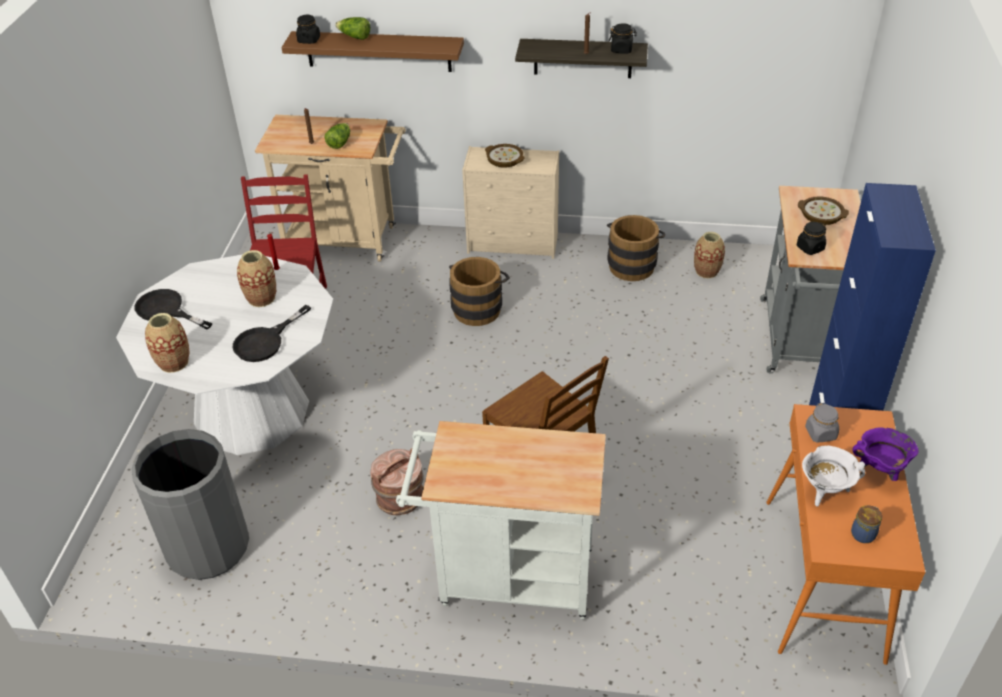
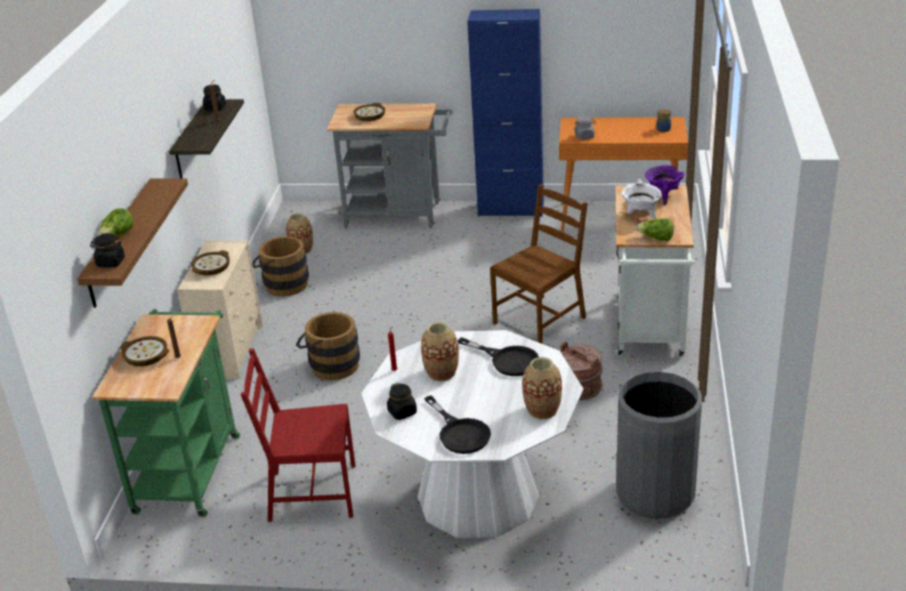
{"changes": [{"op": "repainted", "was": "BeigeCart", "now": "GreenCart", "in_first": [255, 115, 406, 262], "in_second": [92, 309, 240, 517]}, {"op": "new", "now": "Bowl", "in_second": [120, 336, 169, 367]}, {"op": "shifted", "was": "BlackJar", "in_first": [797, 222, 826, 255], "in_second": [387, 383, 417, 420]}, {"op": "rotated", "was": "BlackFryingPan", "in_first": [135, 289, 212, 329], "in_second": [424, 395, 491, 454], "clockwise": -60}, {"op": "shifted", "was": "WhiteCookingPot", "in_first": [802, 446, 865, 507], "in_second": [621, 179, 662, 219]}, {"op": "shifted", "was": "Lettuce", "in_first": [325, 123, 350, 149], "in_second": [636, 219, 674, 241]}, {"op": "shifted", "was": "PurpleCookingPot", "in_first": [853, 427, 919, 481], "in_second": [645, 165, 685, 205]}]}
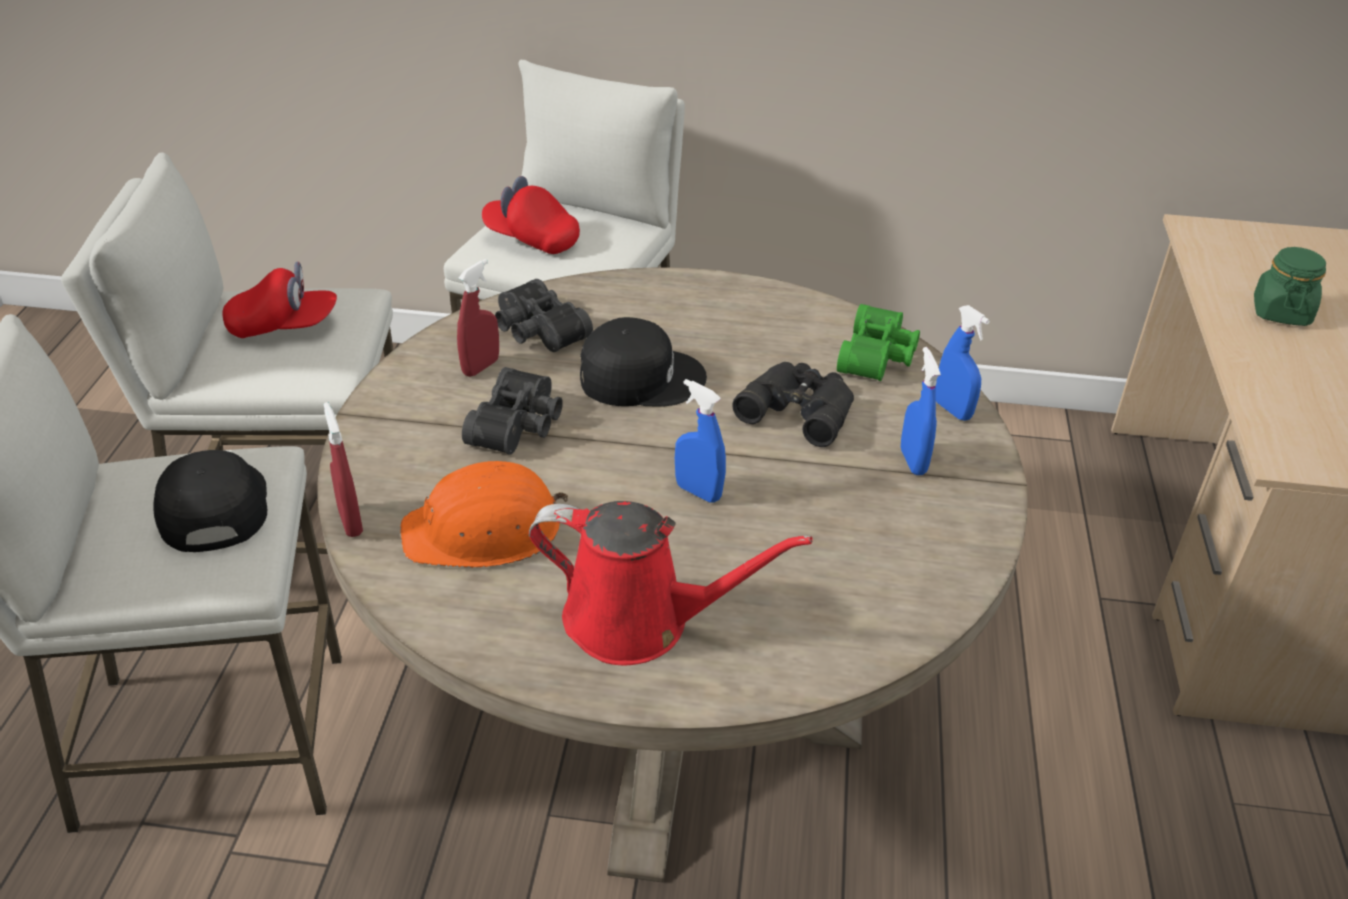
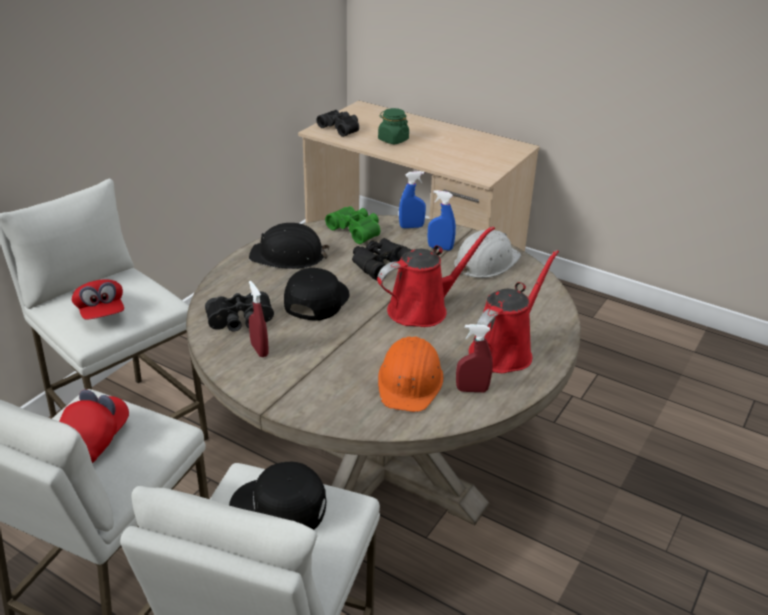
{"changes": [{"op": "rotated", "was": "RedCap", "in_first": [482, 176, 580, 254], "in_second": [72, 279, 124, 319], "clockwise": -75}, {"op": "new", "now": "BlackHardHat", "in_second": [249, 223, 329, 269]}, {"op": "shifted", "was": "BlackBinoculars", "in_first": [462, 367, 563, 455], "in_second": [317, 110, 359, 137]}, {"op": "swapped", "was": "BlueSprayBottle", "now": "RedWateringCan", "in_first": [675, 379, 726, 503], "in_second": [377, 226, 495, 327]}, {"op": "new", "now": "WhiteHardHat", "in_second": [454, 230, 521, 278]}, {"op": "shifted", "was": "RedSprayBottle", "in_first": [324, 402, 363, 537], "in_second": [456, 324, 493, 392]}]}
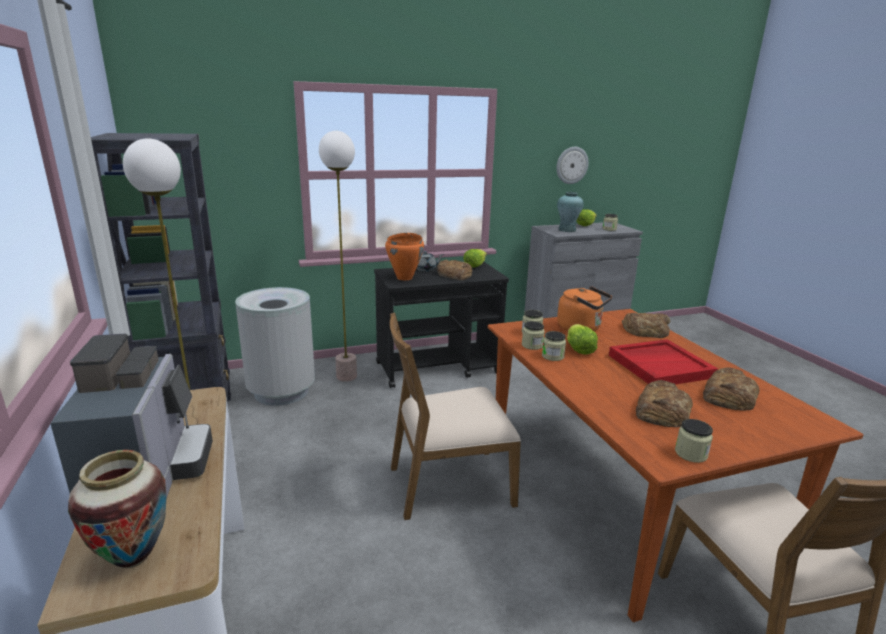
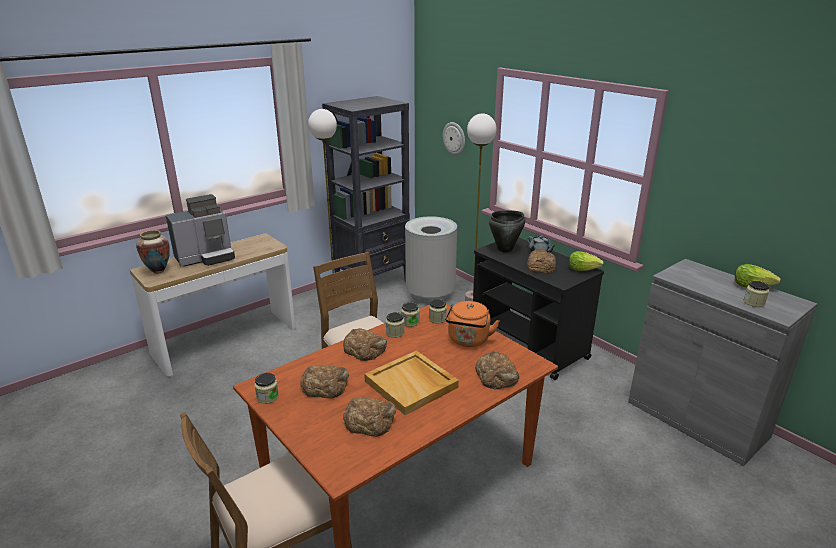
{"changes": [{"op": "new", "now": "Bread", "in_second": [343, 328, 387, 361]}, {"op": "repainted", "was": "RedTray", "now": "BeigeTray", "in_first": [609, 339, 718, 384], "in_second": [364, 350, 459, 415]}, {"op": "shifted", "was": "WallClock", "in_first": [556, 147, 589, 184], "in_second": [443, 122, 465, 155]}, {"op": "repainted", "was": "OrangeCookingPot", "now": "BlackCookingPot", "in_first": [385, 233, 424, 280], "in_second": [489, 210, 525, 253]}, {"op": "gone", "was": "TurquoiseVase", "in_first": [557, 192, 584, 232]}, {"op": "gone", "was": "Lettuce", "in_first": [567, 324, 598, 355]}]}
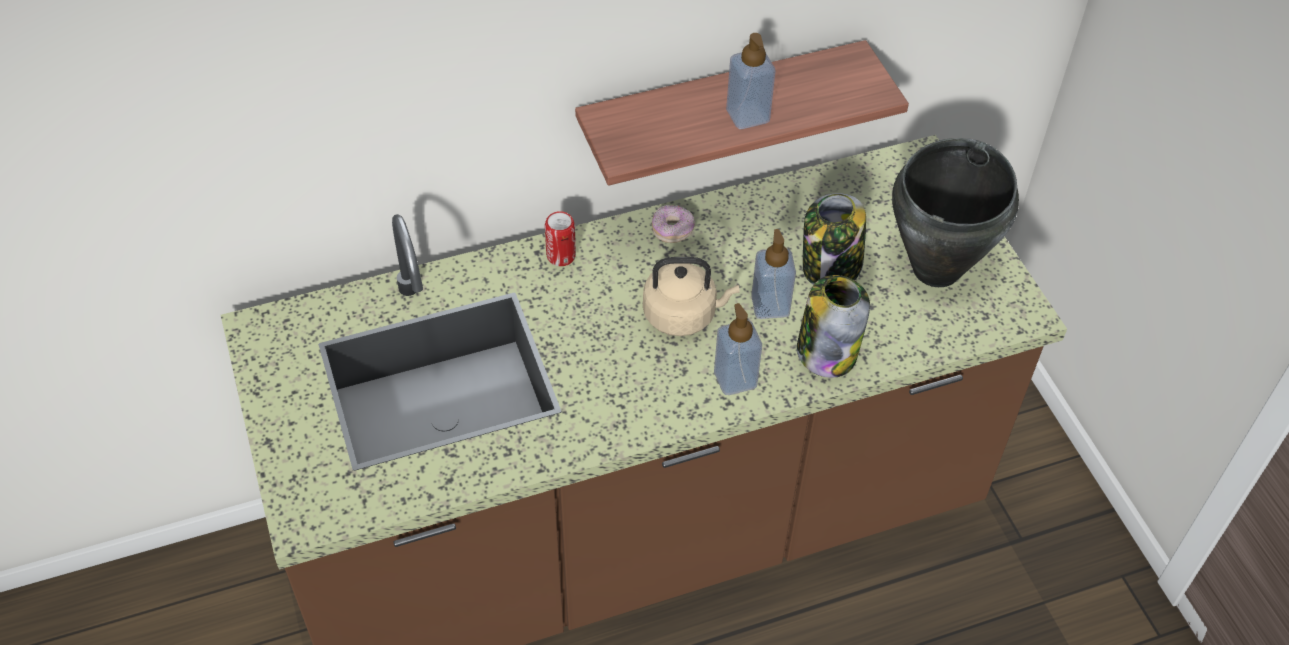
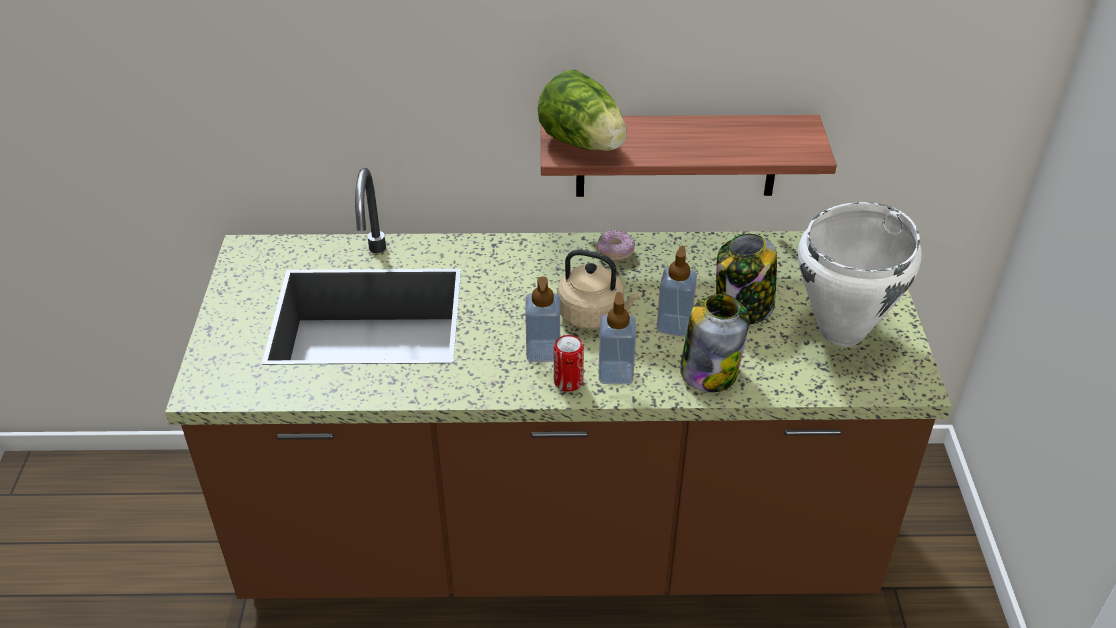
{"changes": [{"op": "shifted", "was": "SoapDispenser", "in_first": [726, 33, 775, 129], "in_second": [525, 276, 560, 362]}, {"op": "new", "now": "Lettuce", "in_second": [538, 70, 627, 151]}, {"op": "shifted", "was": "Can", "in_first": [545, 211, 576, 266], "in_second": [554, 335, 584, 391]}, {"op": "repainted", "was": "BlackCookingPot", "now": "WhiteCookingPot", "in_first": [892, 138, 1019, 287], "in_second": [798, 202, 922, 346]}]}
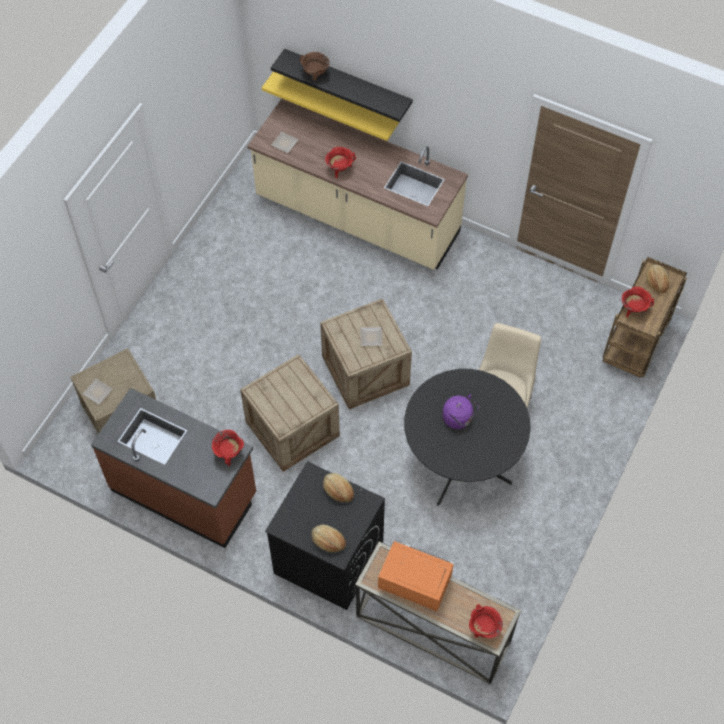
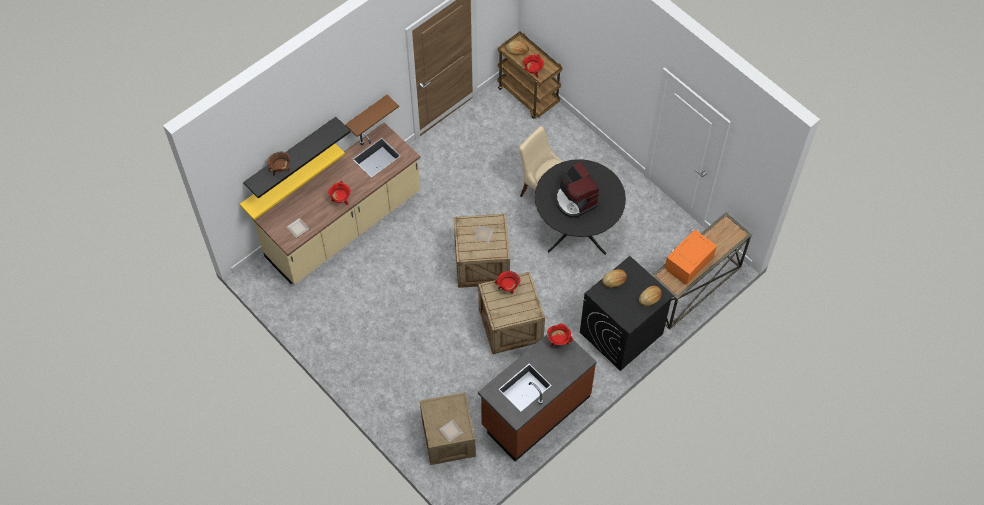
{"changes": [{"op": "new", "now": "BrownShelf", "in_second": [345, 95, 399, 137]}, {"op": "shifted", "was": "RedCookingPot", "in_first": [469, 604, 503, 638], "in_second": [495, 271, 520, 293]}, {"op": "swapped", "was": "PurpleKettle", "now": "CoffeeMachine", "in_first": [443, 394, 480, 429], "in_second": [555, 162, 599, 218]}]}
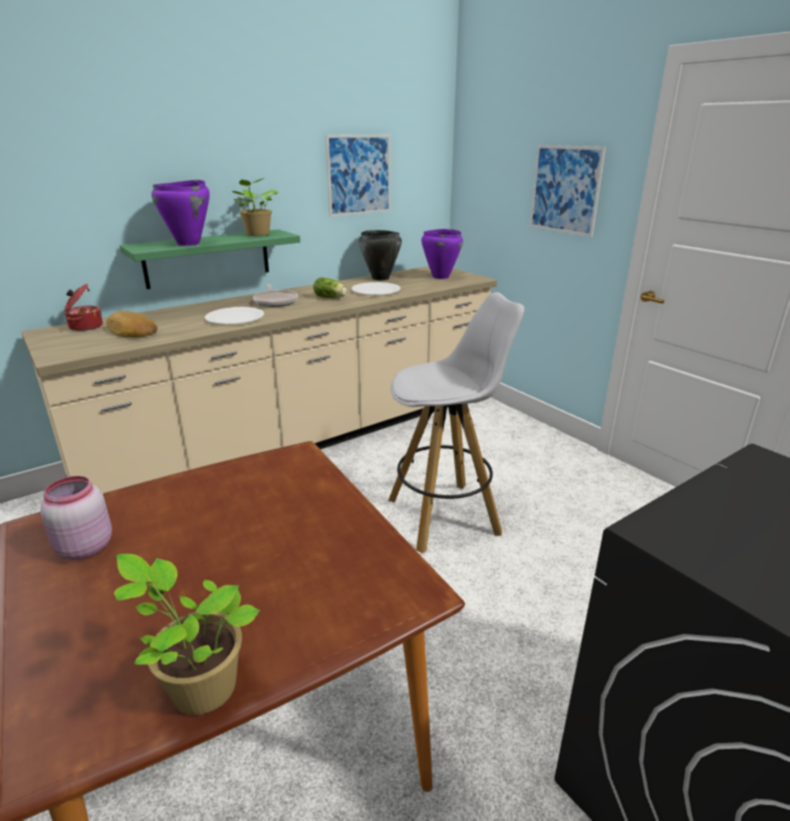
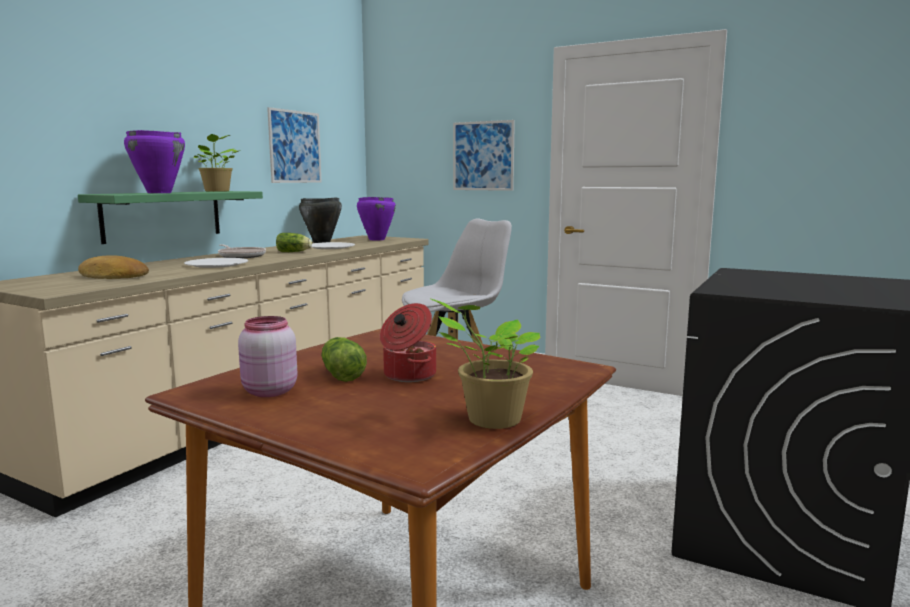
{"changes": [{"op": "new", "now": "Lettuce", "in_second": [321, 337, 367, 382]}, {"op": "shifted", "was": "CookingPot", "in_first": [64, 284, 103, 331], "in_second": [380, 303, 436, 382]}]}
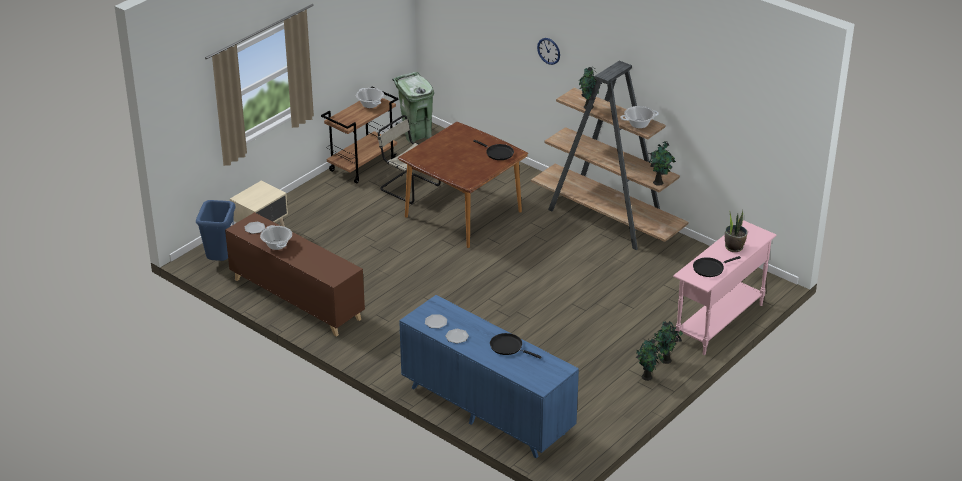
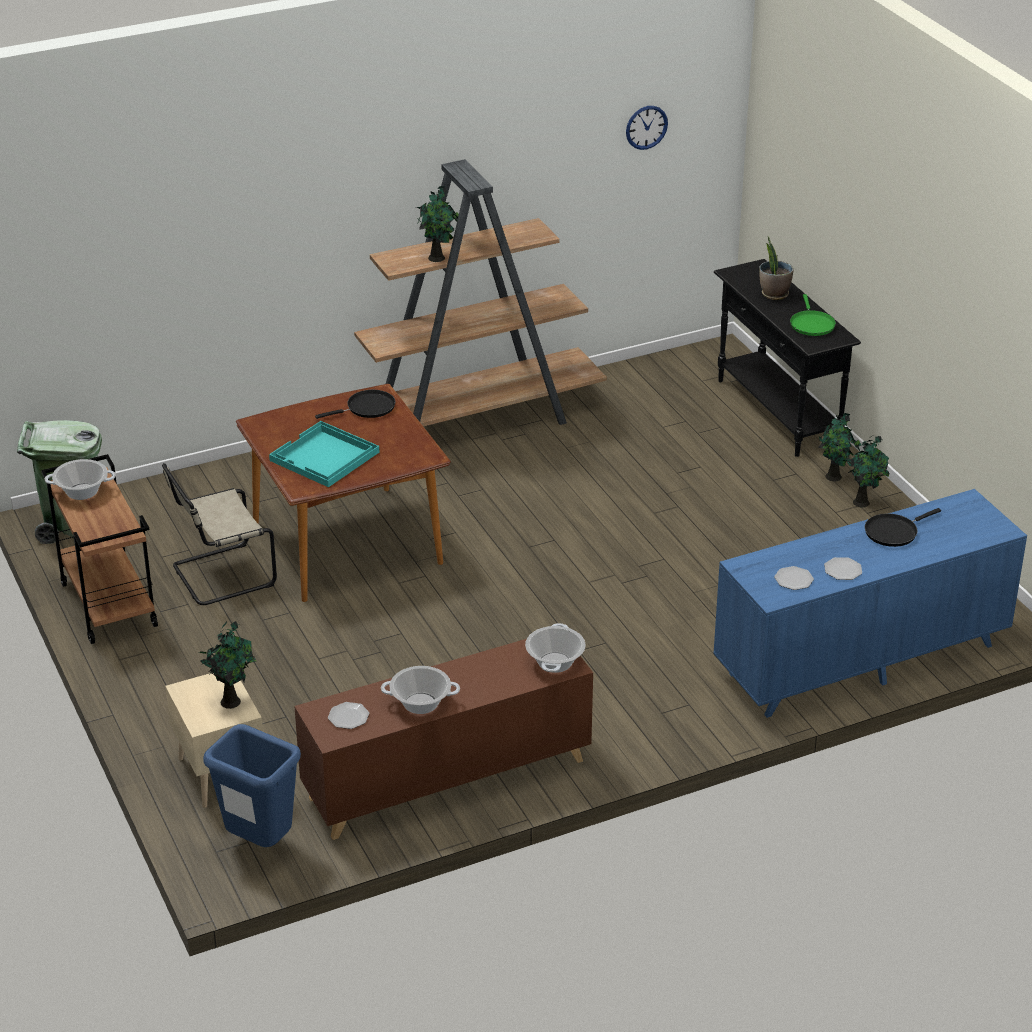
{"changes": [{"op": "shifted", "was": "PottedPlant", "in_first": [649, 141, 676, 186], "in_second": [199, 621, 257, 709]}, {"op": "new", "now": "TurquoiseTray", "in_second": [269, 421, 379, 487]}, {"op": "shifted", "was": "CookingPot", "in_first": [621, 106, 659, 128], "in_second": [525, 623, 585, 673]}, {"op": "shifted", "was": "WallClock", "in_first": [537, 38, 560, 65], "in_second": [626, 106, 668, 150]}, {"op": "repainted", "was": "PinkConsoleTable", "now": "BlackConsoleTable", "in_first": [673, 220, 777, 355], "in_second": [714, 259, 861, 457]}, {"op": "repainted", "was": "BlackFryingPan", "now": "GreenFryingPan", "in_first": [693, 256, 741, 277], "in_second": [790, 294, 836, 336]}]}
